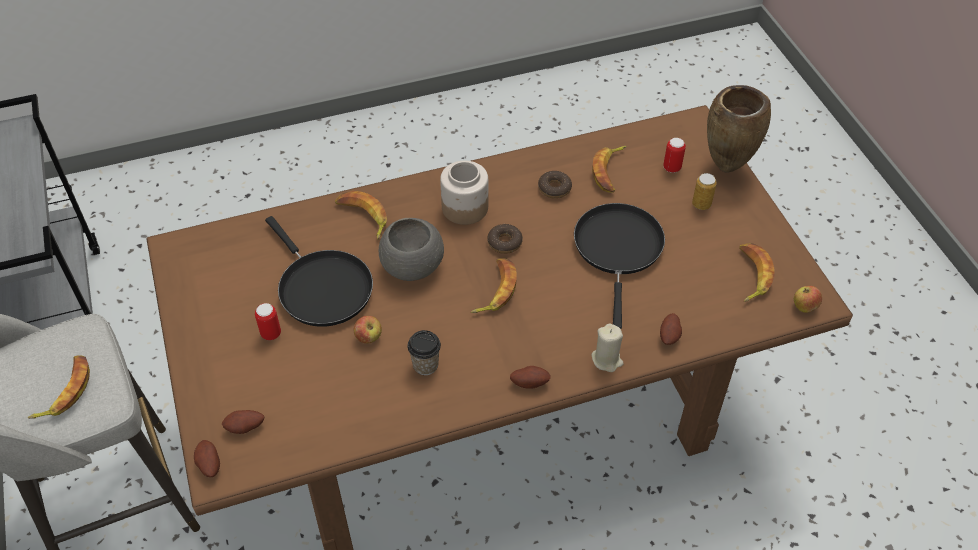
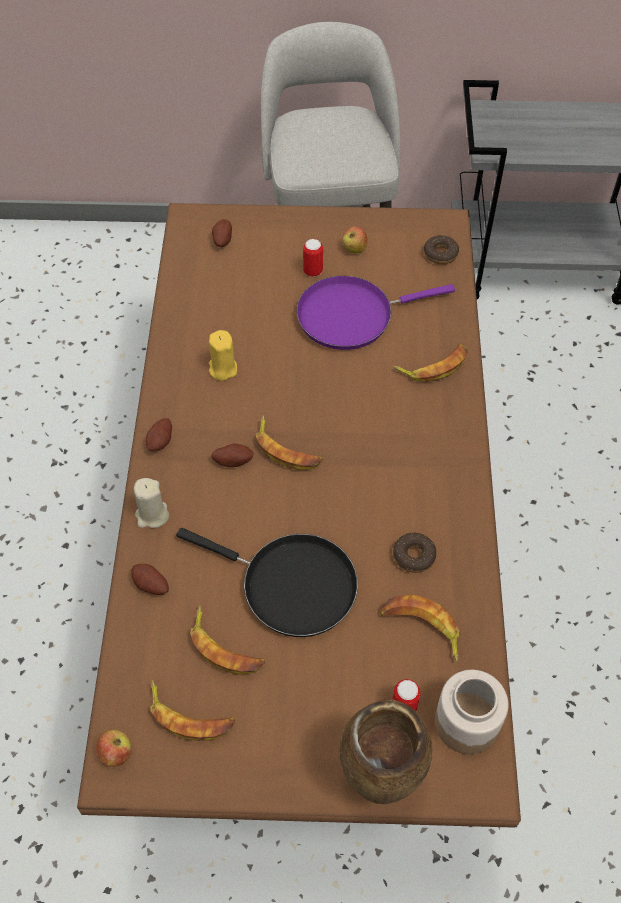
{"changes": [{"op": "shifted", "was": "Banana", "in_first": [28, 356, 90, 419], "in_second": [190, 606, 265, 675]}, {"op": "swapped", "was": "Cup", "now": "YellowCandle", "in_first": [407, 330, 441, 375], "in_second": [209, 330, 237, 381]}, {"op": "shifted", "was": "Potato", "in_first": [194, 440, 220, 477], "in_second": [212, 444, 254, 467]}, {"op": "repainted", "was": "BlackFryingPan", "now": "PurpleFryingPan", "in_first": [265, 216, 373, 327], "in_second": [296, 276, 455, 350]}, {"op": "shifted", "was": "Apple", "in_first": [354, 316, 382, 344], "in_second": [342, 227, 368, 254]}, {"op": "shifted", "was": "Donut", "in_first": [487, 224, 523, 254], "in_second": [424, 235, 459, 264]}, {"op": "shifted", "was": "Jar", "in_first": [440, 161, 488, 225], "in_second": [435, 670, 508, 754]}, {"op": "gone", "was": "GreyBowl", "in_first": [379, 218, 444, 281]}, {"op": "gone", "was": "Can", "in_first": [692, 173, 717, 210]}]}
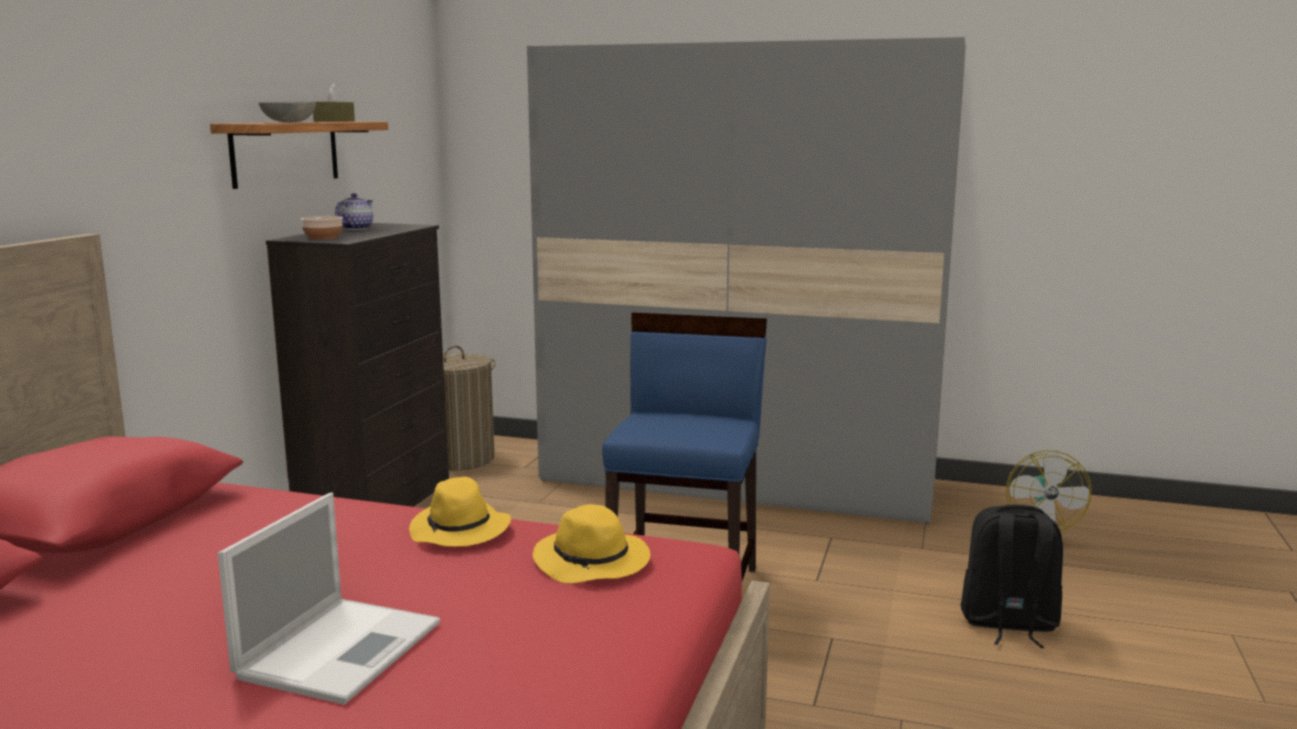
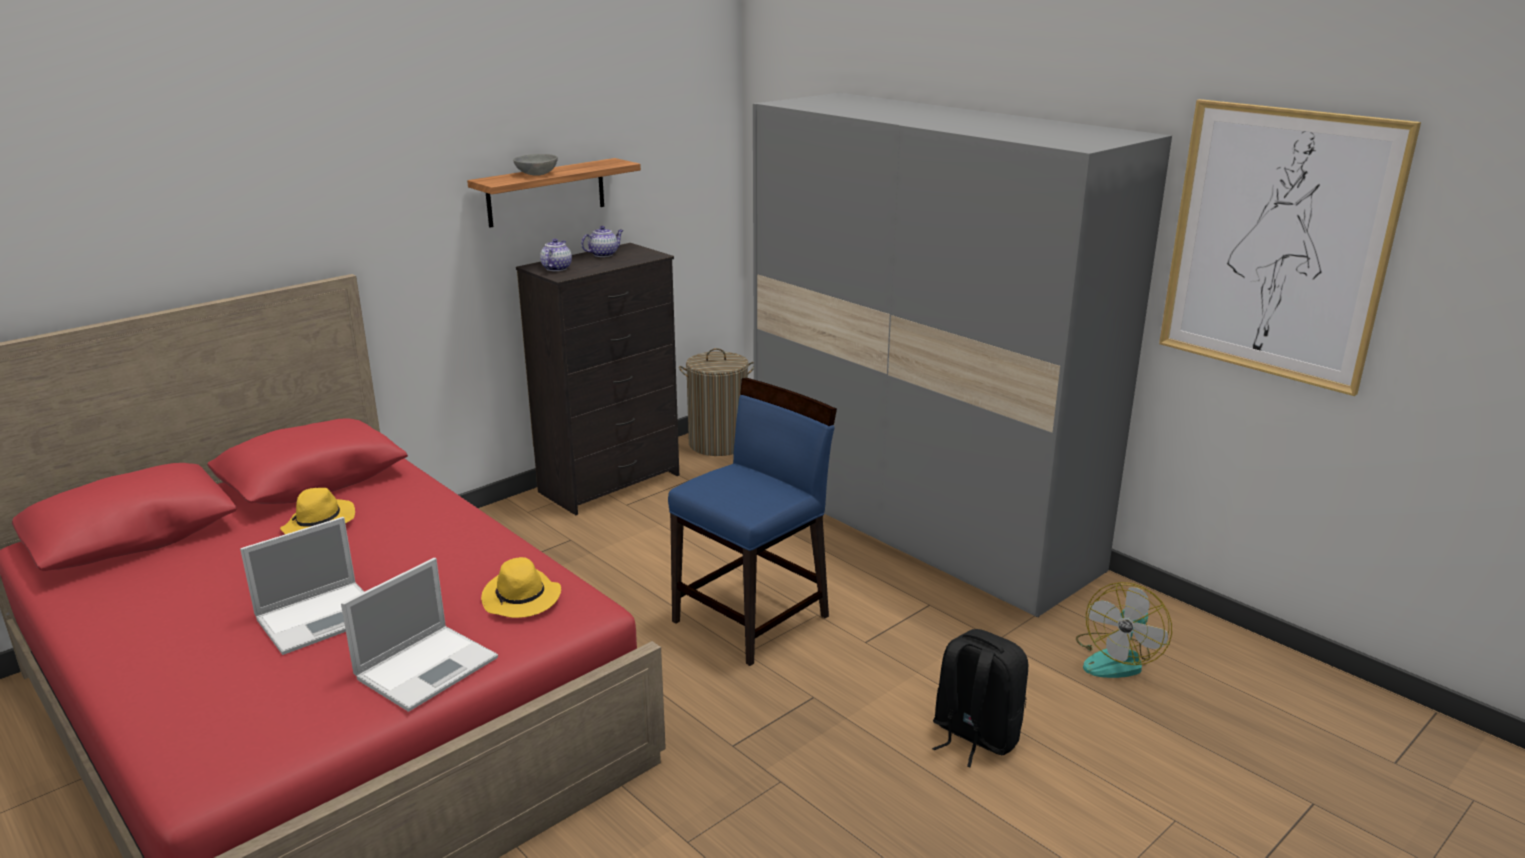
{"changes": [{"op": "shifted", "was": "YellowHat", "in_first": [409, 477, 511, 547], "in_second": [280, 488, 355, 534]}, {"op": "new", "now": "Laptop", "in_second": [341, 558, 498, 712]}, {"op": "swapped", "was": "Bowl", "now": "Teapot", "in_first": [301, 216, 343, 240], "in_second": [540, 239, 572, 271]}, {"op": "new", "now": "Picture", "in_second": [1159, 99, 1421, 396]}, {"op": "gone", "was": "BrownTissueBox", "in_first": [313, 83, 355, 122]}]}
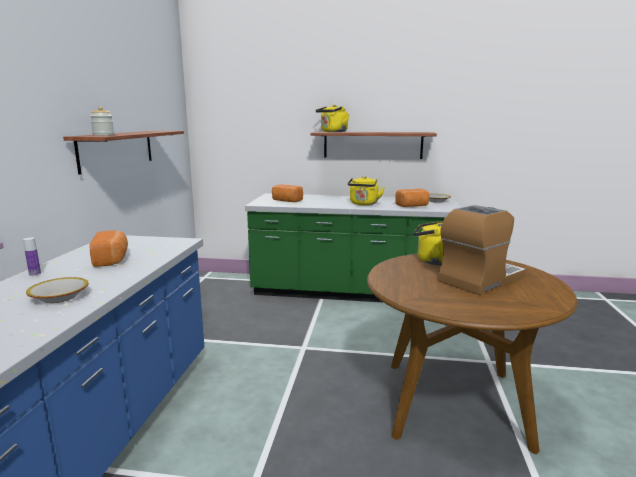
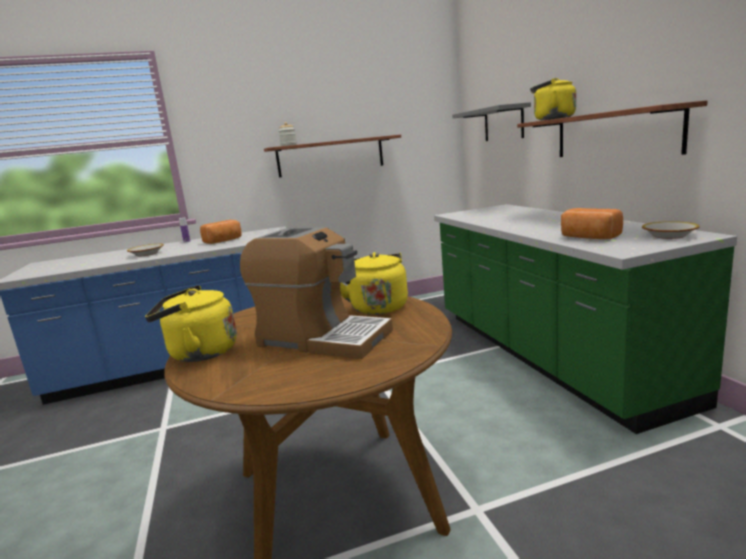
{"changes": [{"op": "shifted", "was": "YellowKettle", "in_first": [348, 176, 385, 205], "in_second": [145, 285, 237, 362]}, {"op": "new", "now": "GreyShelf", "in_second": [452, 102, 531, 141]}, {"op": "gone", "was": "Bread", "in_first": [272, 184, 303, 202]}]}
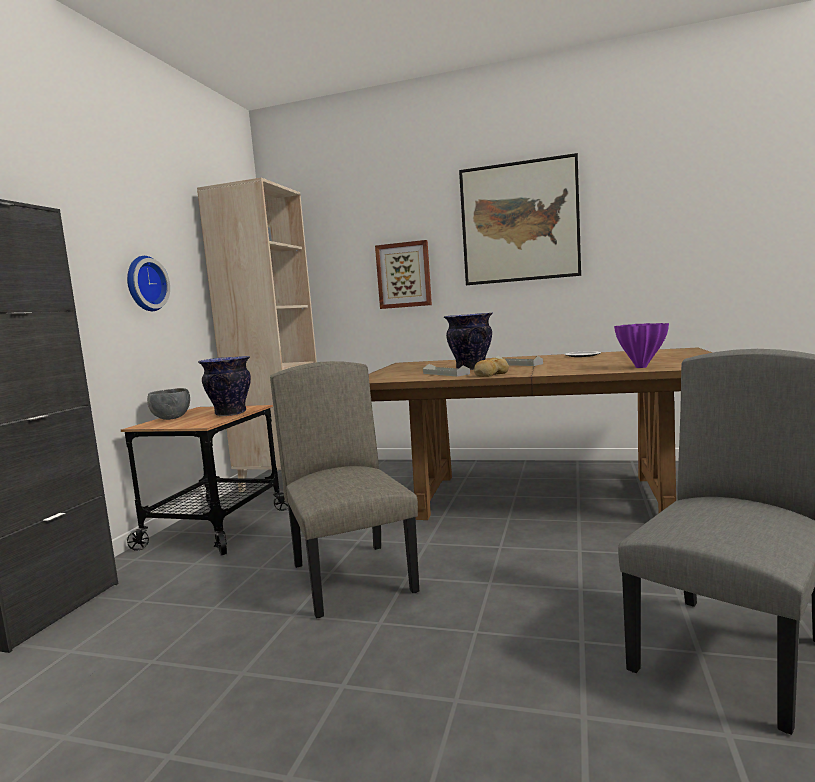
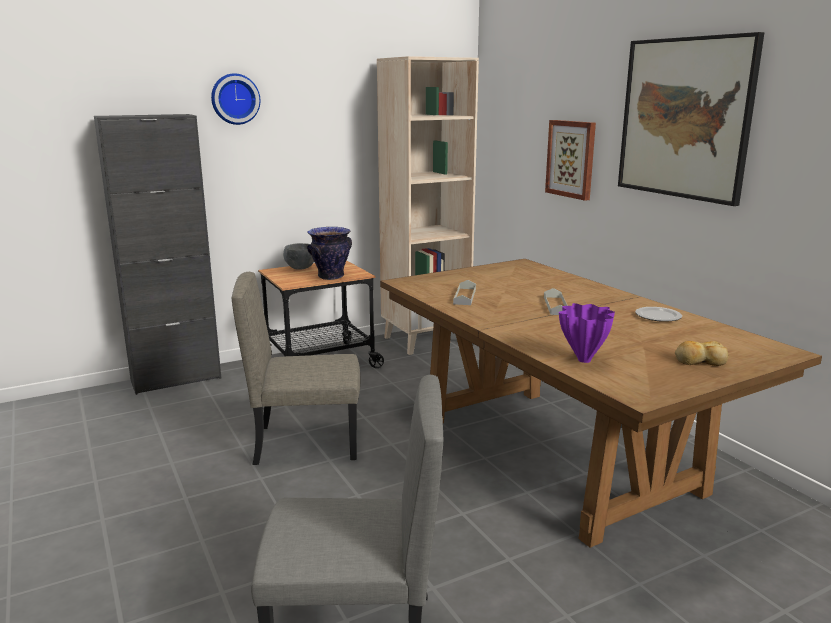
{"changes": [{"op": "shifted", "was": "WallClock", "in_first": [127, 256, 170, 311], "in_second": [211, 73, 260, 125]}, {"op": "rotated", "was": "BeigeChair", "in_first": [270, 361, 419, 618], "in_second": [232, 272, 360, 465], "clockwise": -120}, {"op": "shifted", "was": "Bread", "in_first": [474, 358, 509, 377], "in_second": [675, 341, 728, 366]}, {"op": "gone", "was": "Vase", "in_first": [444, 313, 493, 370]}]}
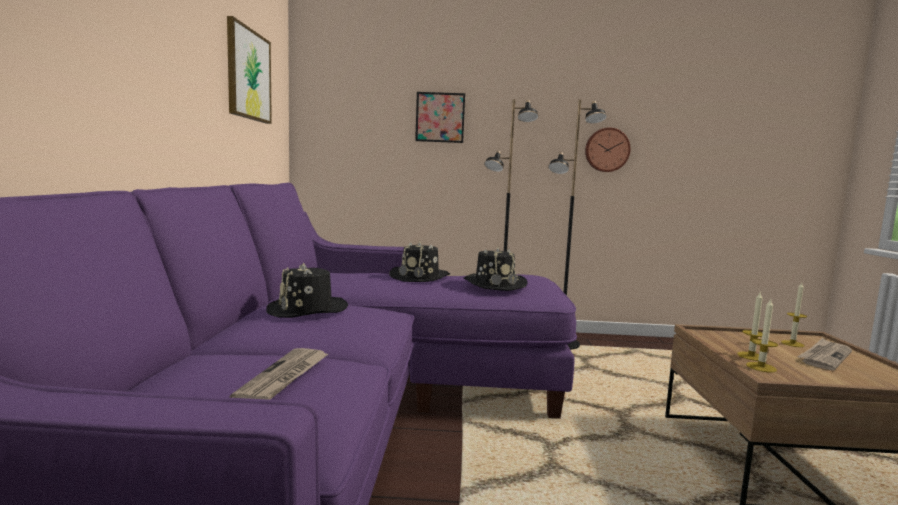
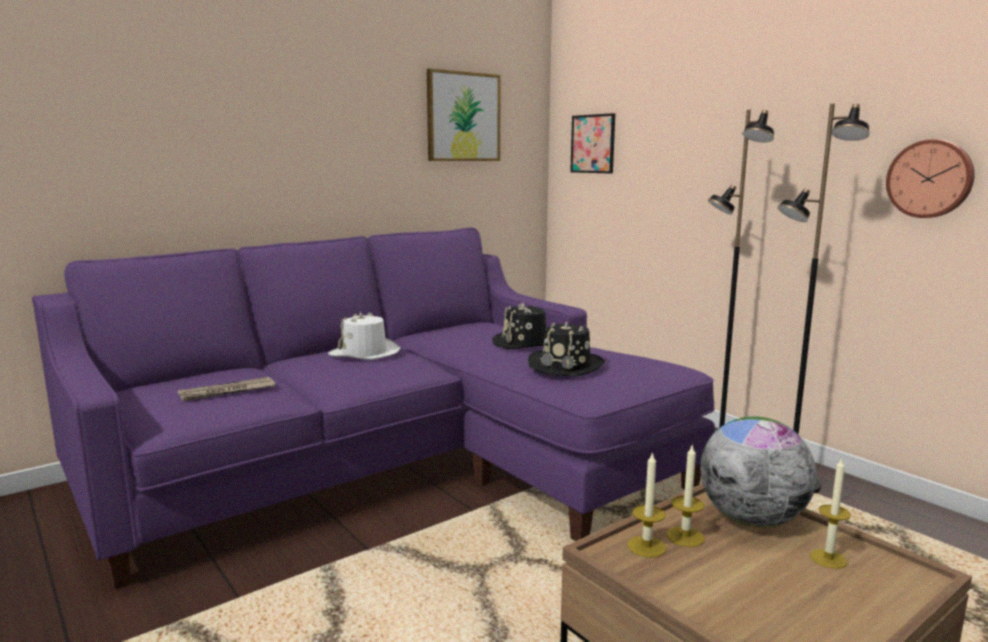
{"changes": [{"op": "repainted", "was": "BlackHat", "now": "WhiteHat", "in_first": [266, 262, 348, 318], "in_second": [328, 311, 401, 360]}, {"op": "shifted", "was": "Picture", "in_first": [415, 92, 465, 143], "in_second": [570, 113, 615, 174]}, {"op": "new", "now": "Globe", "in_second": [700, 416, 817, 528]}, {"op": "gone", "was": "Newspaper", "in_first": [797, 338, 852, 370]}]}
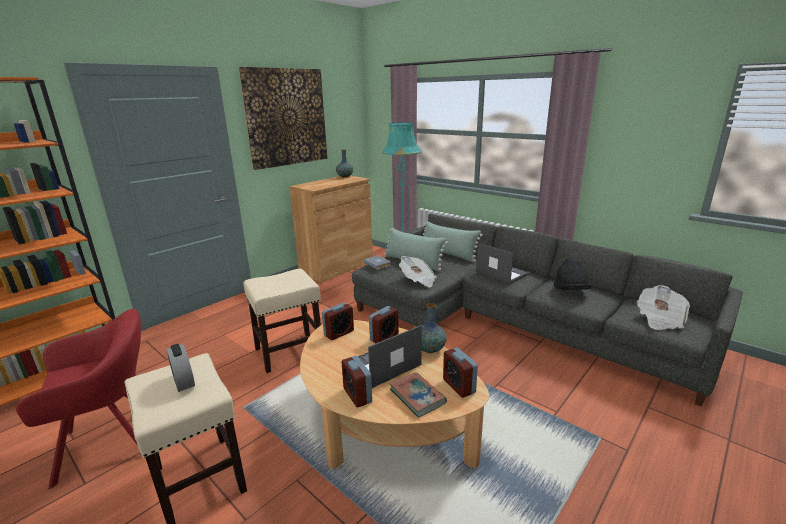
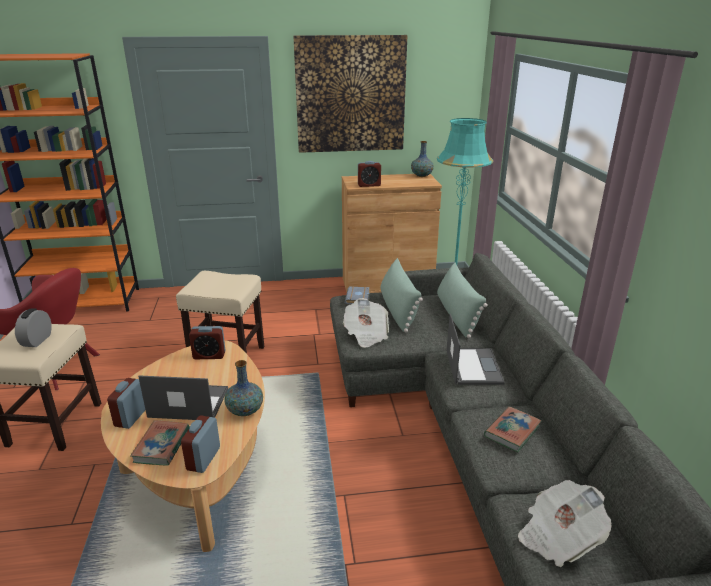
{"changes": [{"op": "shifted", "was": "AlarmClock", "in_first": [369, 306, 399, 343], "in_second": [358, 161, 381, 187]}, {"op": "swapped", "was": "BlackHat", "now": "Book", "in_first": [554, 258, 592, 290], "in_second": [484, 406, 541, 452]}]}
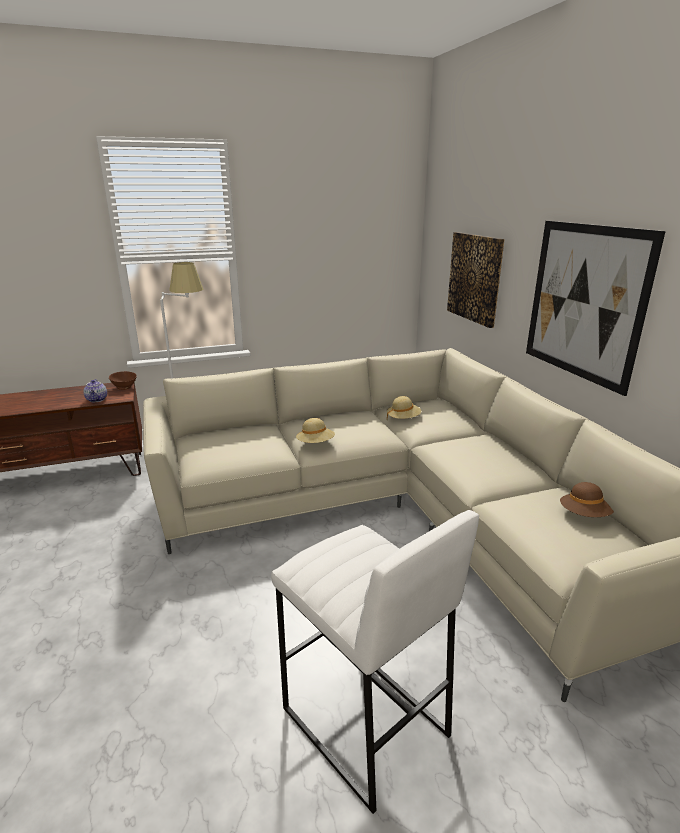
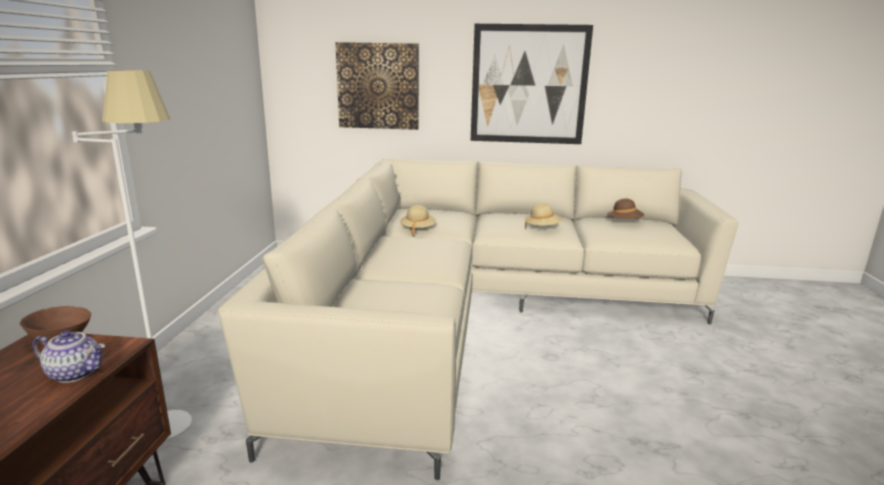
{"changes": [{"op": "shifted", "was": "BeigeHat", "in_first": [296, 418, 335, 443], "in_second": [525, 203, 562, 230]}, {"op": "gone", "was": "WhiteStool", "in_first": [271, 510, 479, 814]}]}
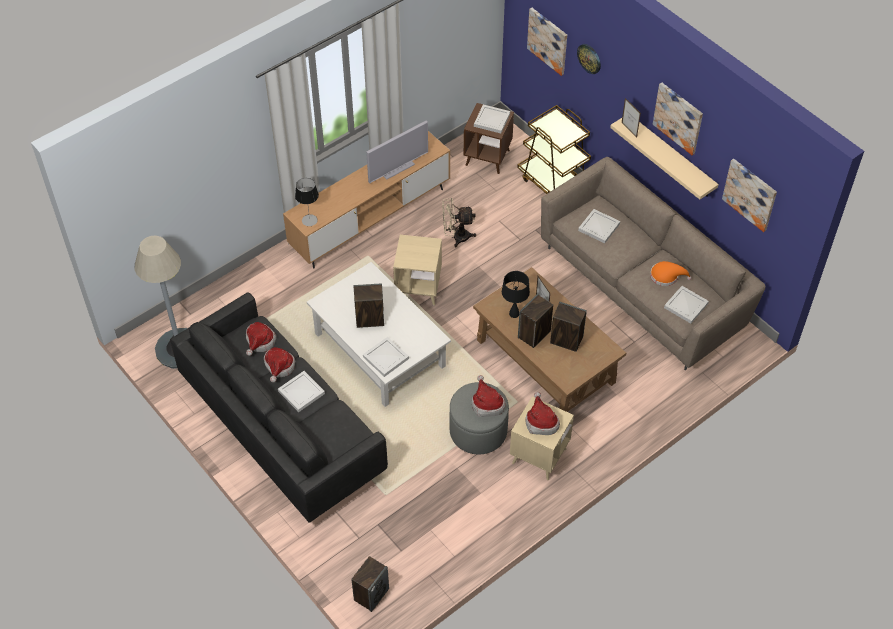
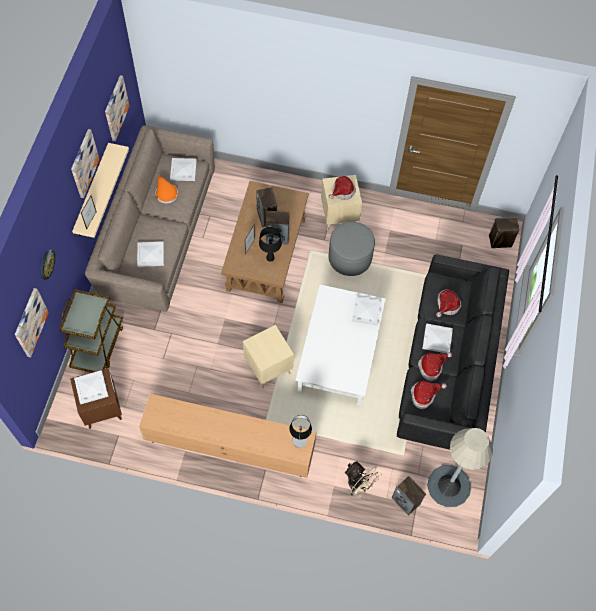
{"changes": [{"op": "shifted", "was": "BeigeFan", "in_first": [442, 198, 476, 247], "in_second": [344, 461, 382, 498]}, {"op": "shifted", "was": "Speaker", "in_first": [354, 284, 384, 328], "in_second": [392, 476, 426, 516]}, {"op": "shifted", "was": "Hat", "in_first": [472, 375, 506, 417], "in_second": [436, 289, 462, 317]}, {"op": "gone", "was": "Television", "in_first": [366, 120, 428, 183]}]}
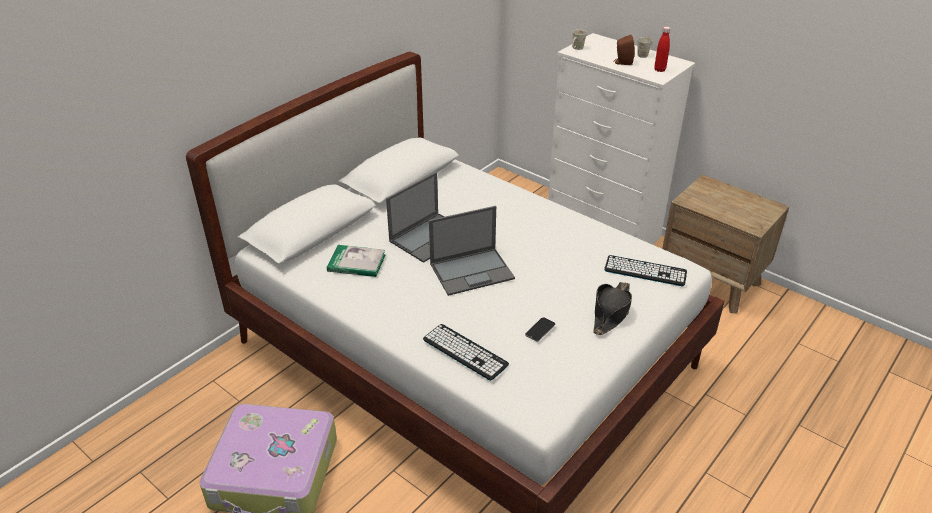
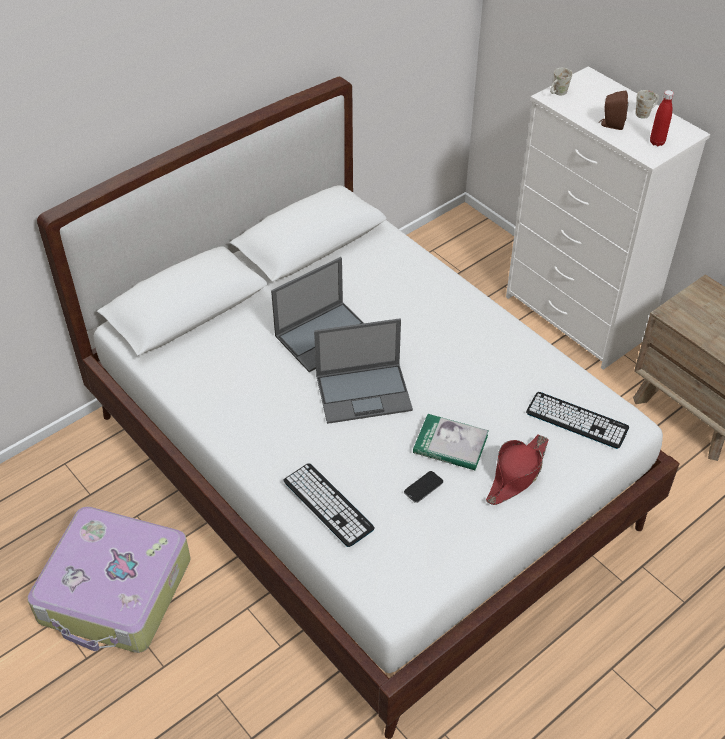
{"changes": [{"op": "shifted", "was": "Book", "in_first": [327, 245, 386, 277], "in_second": [413, 414, 489, 470]}, {"op": "repainted", "was": "BlackHat", "now": "RedHat", "in_first": [593, 282, 632, 335], "in_second": [486, 435, 549, 505]}]}
